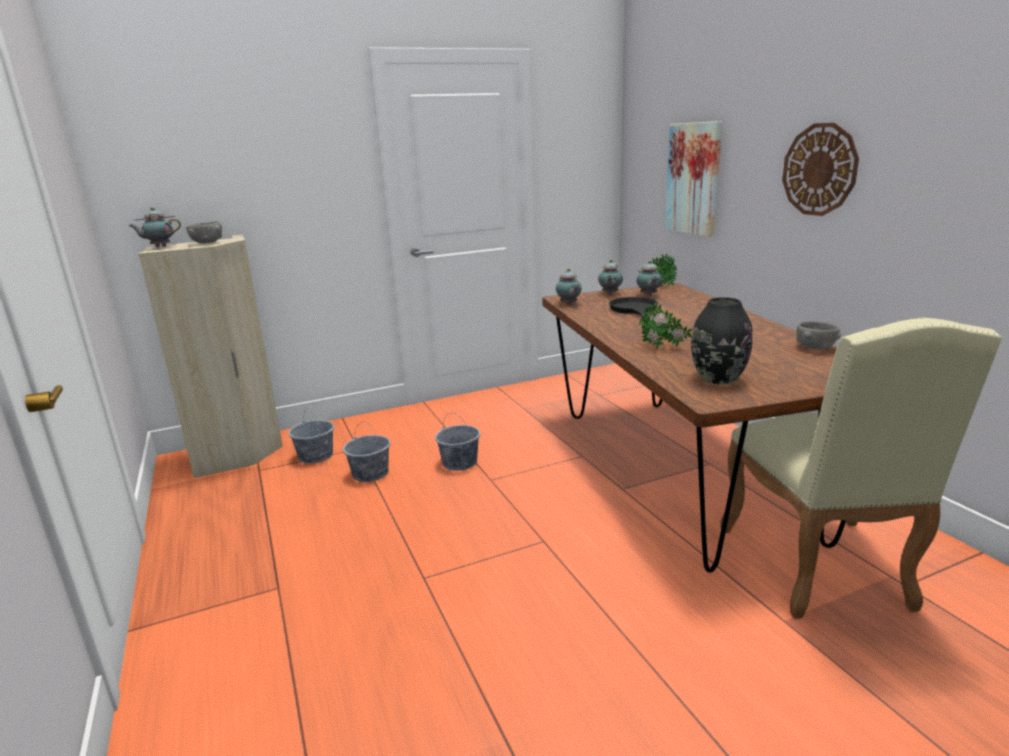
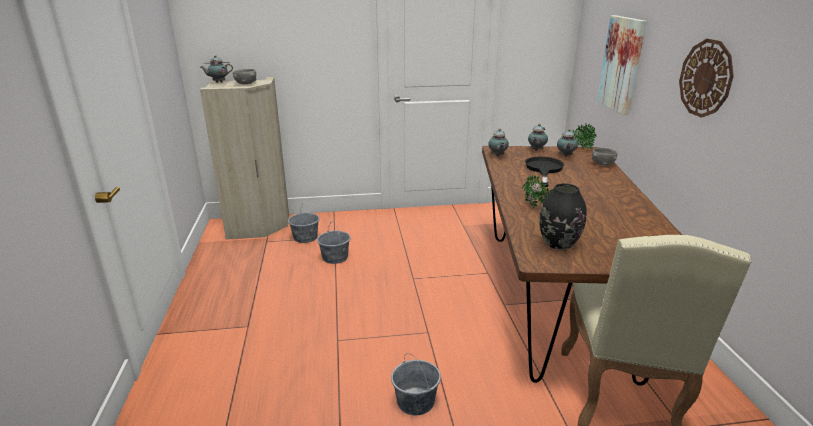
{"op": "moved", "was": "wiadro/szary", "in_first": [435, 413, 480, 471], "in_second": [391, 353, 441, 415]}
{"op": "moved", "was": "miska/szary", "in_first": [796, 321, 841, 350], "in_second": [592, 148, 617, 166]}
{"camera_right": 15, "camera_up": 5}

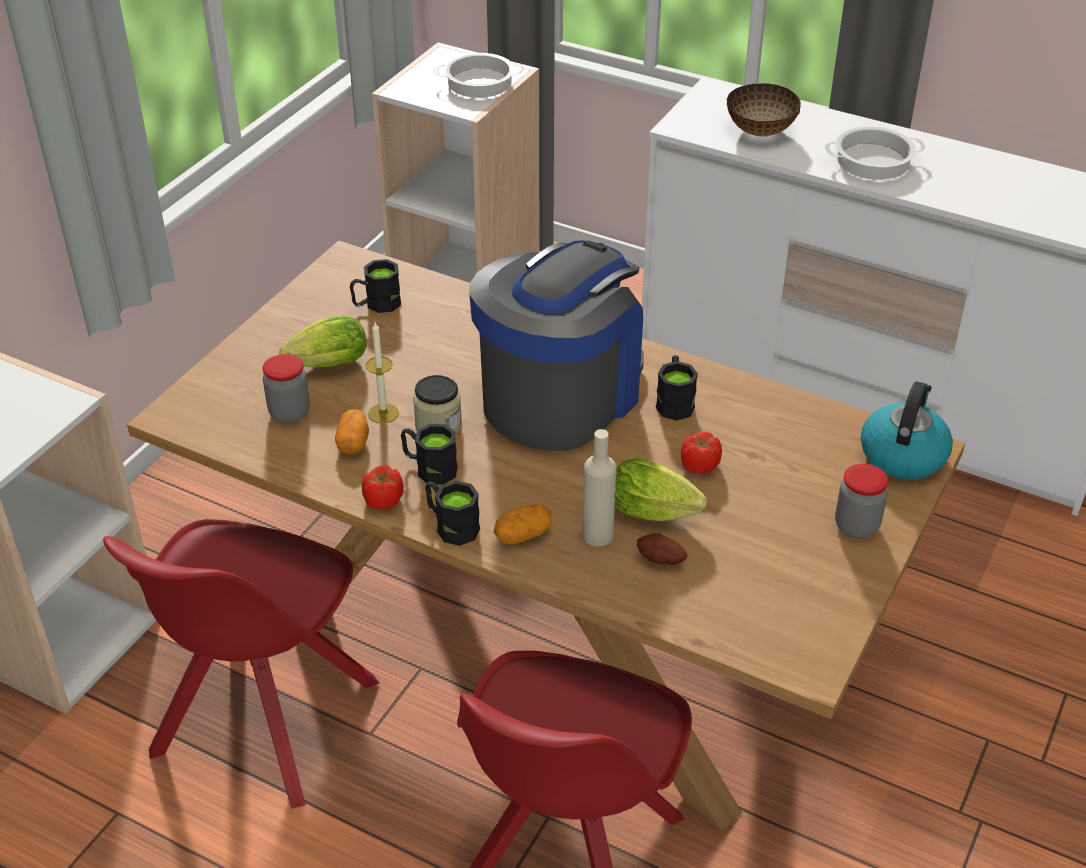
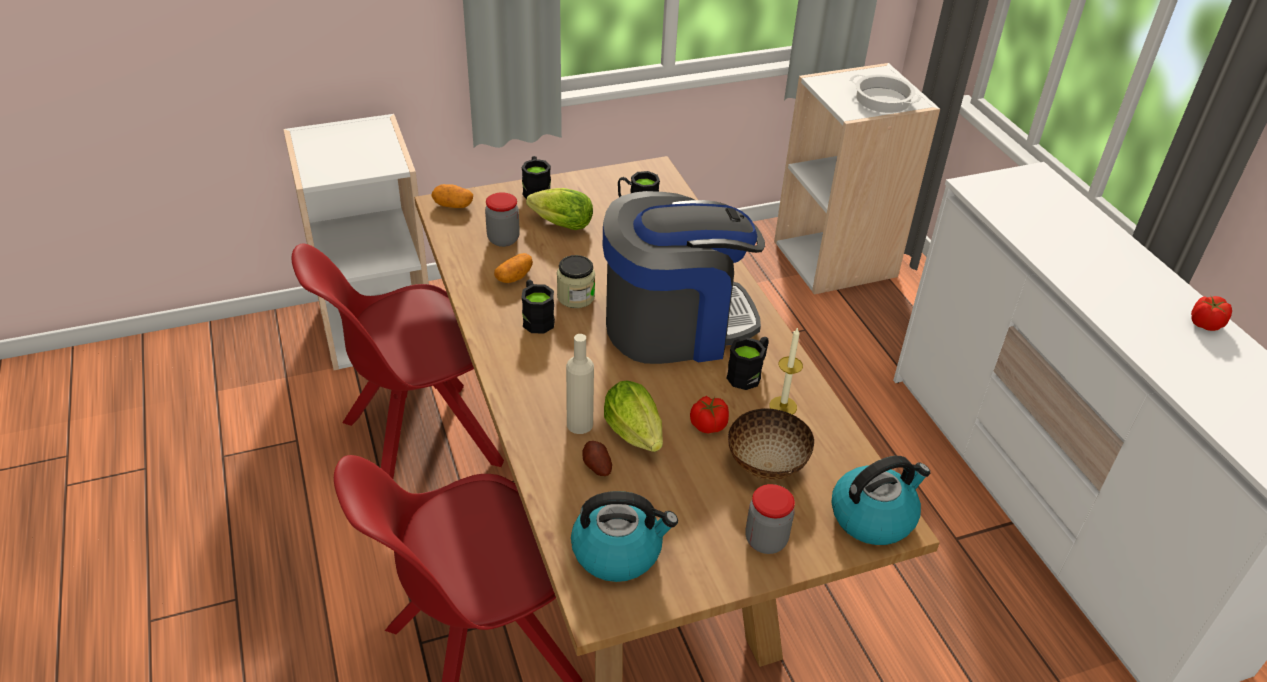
{"op": "moved", "was": "ziemniak", "in_first": [494, 504, 552, 544], "in_second": [431, 184, 473, 208]}
{"op": "moved", "was": "kubek/czarny", "in_first": [425, 481, 480, 546], "in_second": [521, 156, 551, 199]}
{"op": "added", "now": "czajnik", "in_second": [571, 491, 678, 582]}
{"op": "moved", "was": "miska", "in_first": [727, 83, 801, 137], "in_second": [728, 408, 814, 480]}
{"op": "moved", "was": "świeca", "in_first": [366, 323, 399, 424], "in_second": [769, 327, 803, 415]}
{"op": "moved", "was": "pomidor", "in_first": [362, 465, 404, 510], "in_second": [1191, 296, 1232, 331]}
{"op": "removed", "was": "garnek", "in_first": [824, 126, 925, 180]}
{"camera_right": 40, "camera_up": 0}

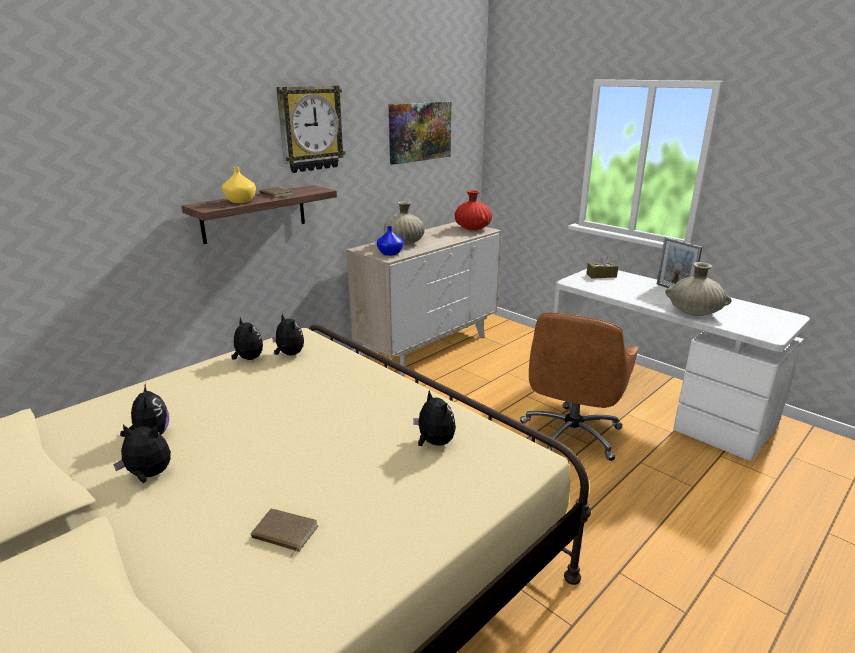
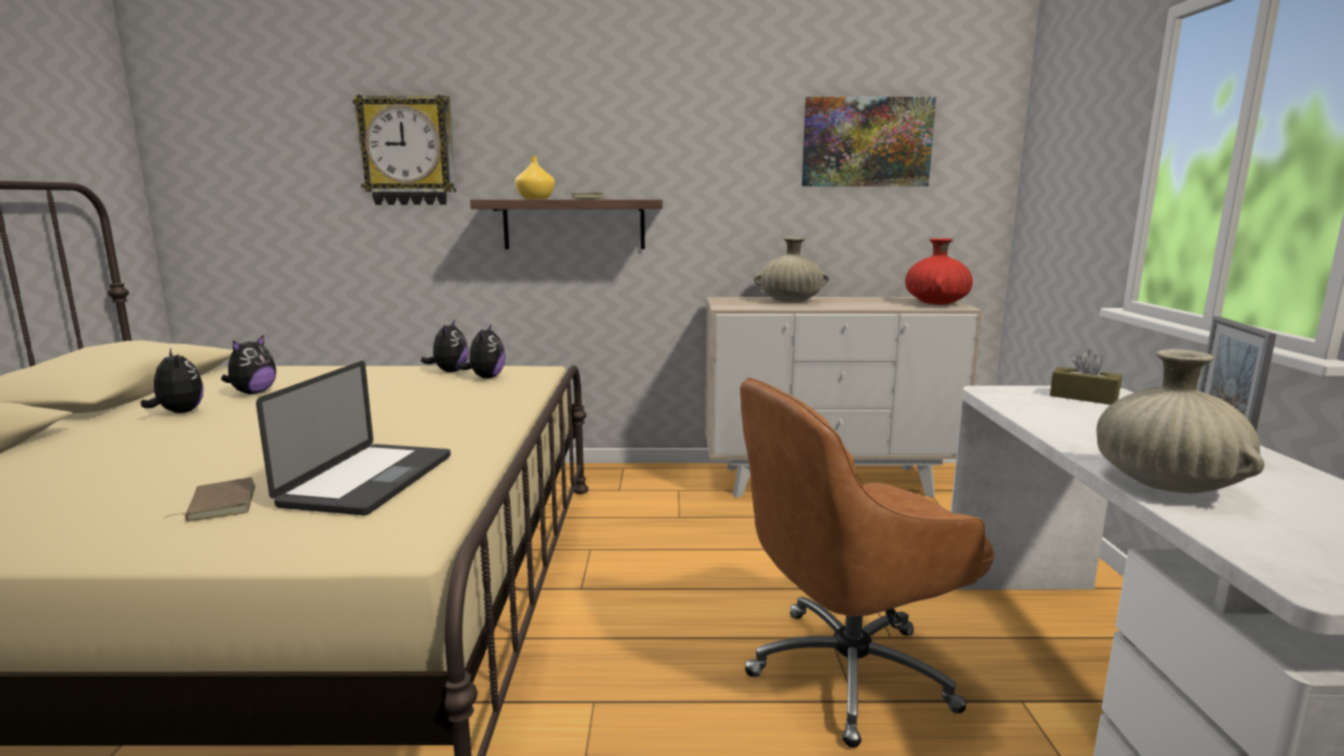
{"op": "moved", "was": "książka/brązowy", "in_first": [251, 509, 318, 557], "in_second": [165, 477, 255, 522]}
{"op": "replaced", "was": "pluszak", "now": "laptop", "in_first": [413, 390, 456, 446], "in_second": [256, 361, 451, 515]}
{"op": "moved", "was": "zegar ścienny", "in_first": [276, 86, 345, 173], "in_second": [353, 95, 456, 205]}
{"op": "removed", "was": "wazon/niebieski", "in_first": [377, 226, 403, 256]}
{"camera_right": 45, "camera_up": -10}

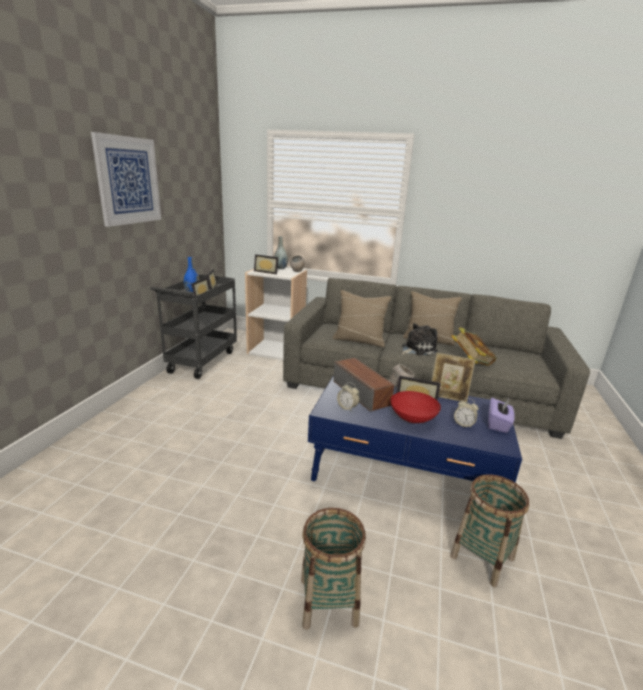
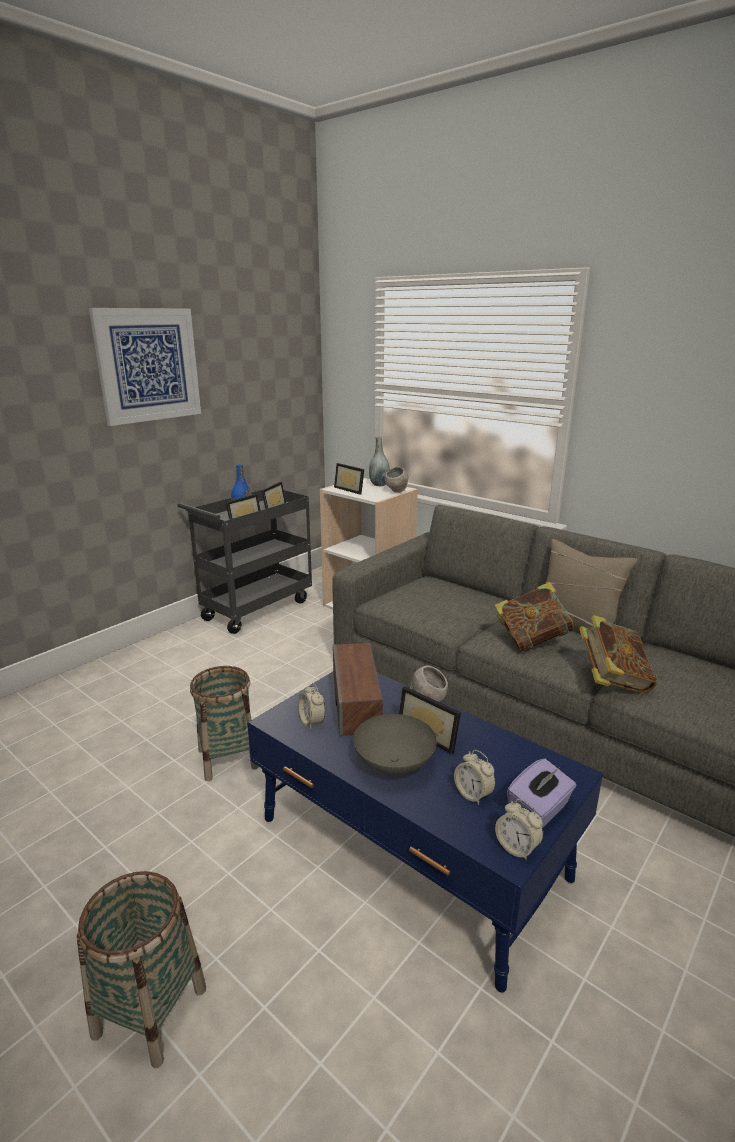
{"op": "moved", "was": "koszyk", "in_first": [450, 474, 529, 587], "in_second": [190, 666, 259, 781]}
{"op": "recoloured", "was": "miska/czerwony", "now": "miska/szary", "in_first": [390, 391, 441, 423], "in_second": [353, 714, 437, 775]}
{"op": "replaced", "was": "pluszak", "now": "książka", "in_first": [401, 323, 438, 355], "in_second": [494, 582, 577, 652]}
{"op": "added", "now": "budzik", "in_second": [495, 799, 543, 861]}
{"op": "removed", "was": "poduszka/beżowy", "in_first": [333, 290, 391, 347]}
{"op": "removed", "was": "ramka na zdjęcie", "in_first": [432, 353, 475, 403]}
{"camera_right": 25, "camera_up": 0}

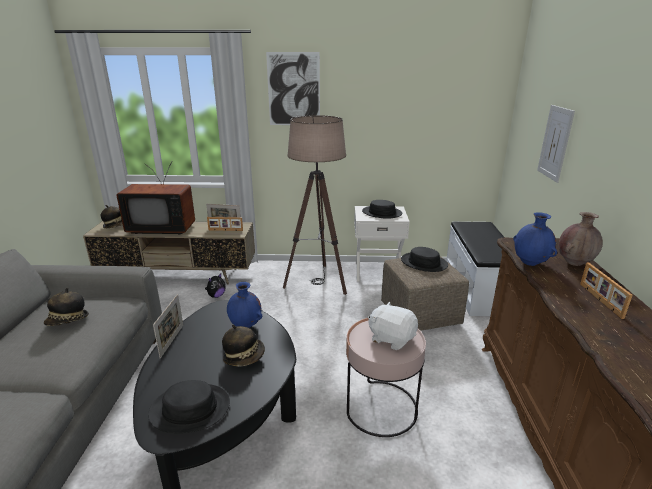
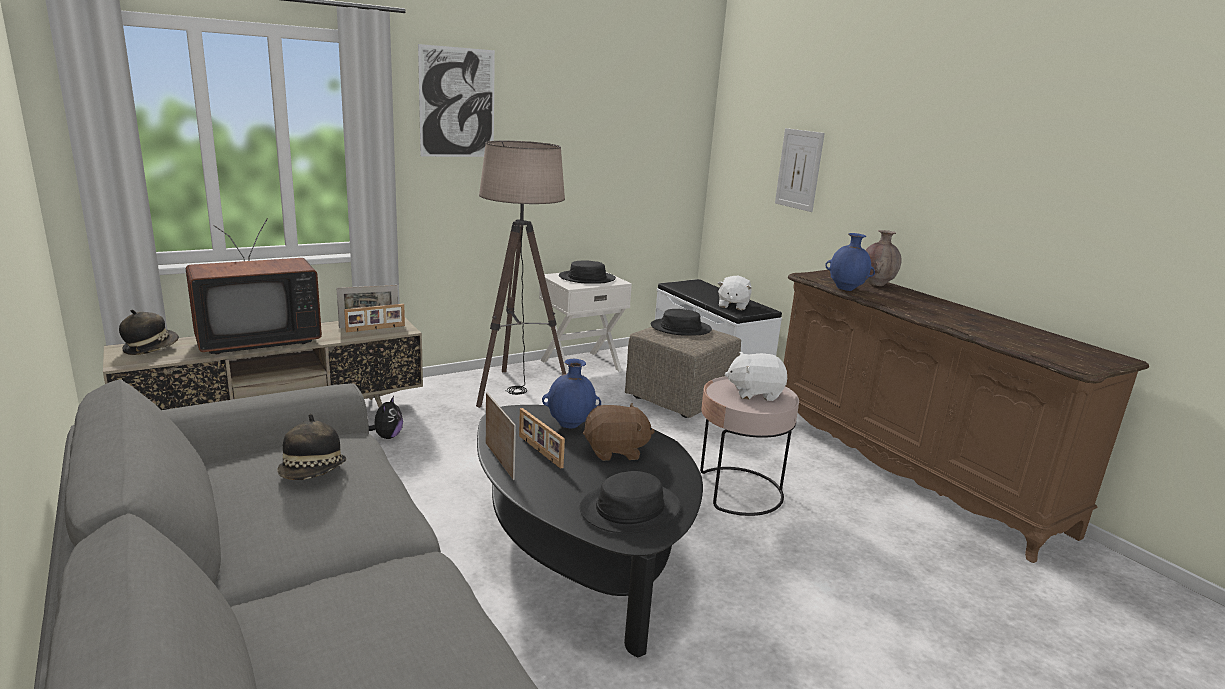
{"op": "moved", "was": "ramka na zdjęcie", "in_first": [580, 262, 633, 319], "in_second": [519, 408, 565, 469]}
{"op": "replaced", "was": "kapelusz", "now": "pluszak/brązowy", "in_first": [222, 325, 265, 367], "in_second": [583, 403, 655, 461]}
{"op": "added", "now": "pluszak/biały", "in_second": [718, 276, 752, 310]}
{"camera_right": -35, "camera_up": -5}

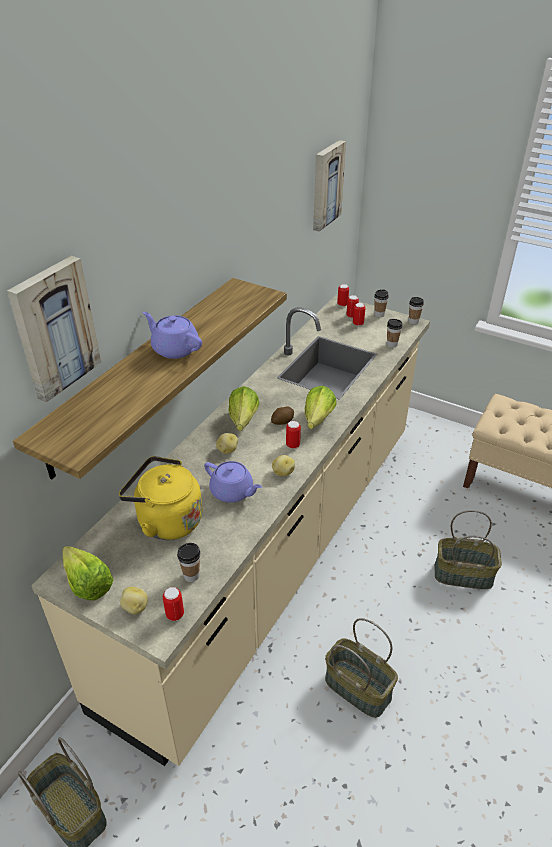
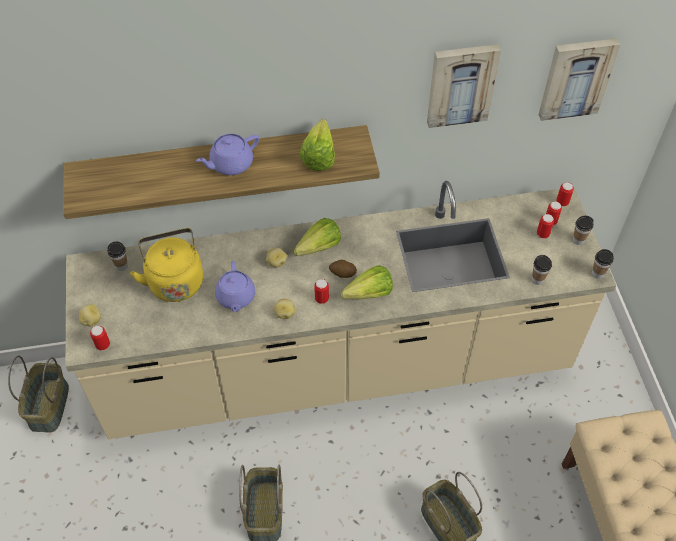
{"op": "moved", "was": "filiżanka", "in_first": [177, 543, 200, 582], "in_second": [107, 241, 128, 271]}
{"op": "turned", "was": "imbryk/fioletowy", "in_first": [143, 312, 202, 359], "in_second": [196, 134, 259, 175], "clockwise": -120}
{"op": "moved", "was": "sałata", "in_first": [62, 546, 114, 601], "in_second": [299, 119, 335, 171]}
{"op": "moved", "was": "obraz", "in_first": [7, 256, 101, 403], "in_second": [427, 44, 501, 128]}
{"camera_right": 50, "camera_up": 15}

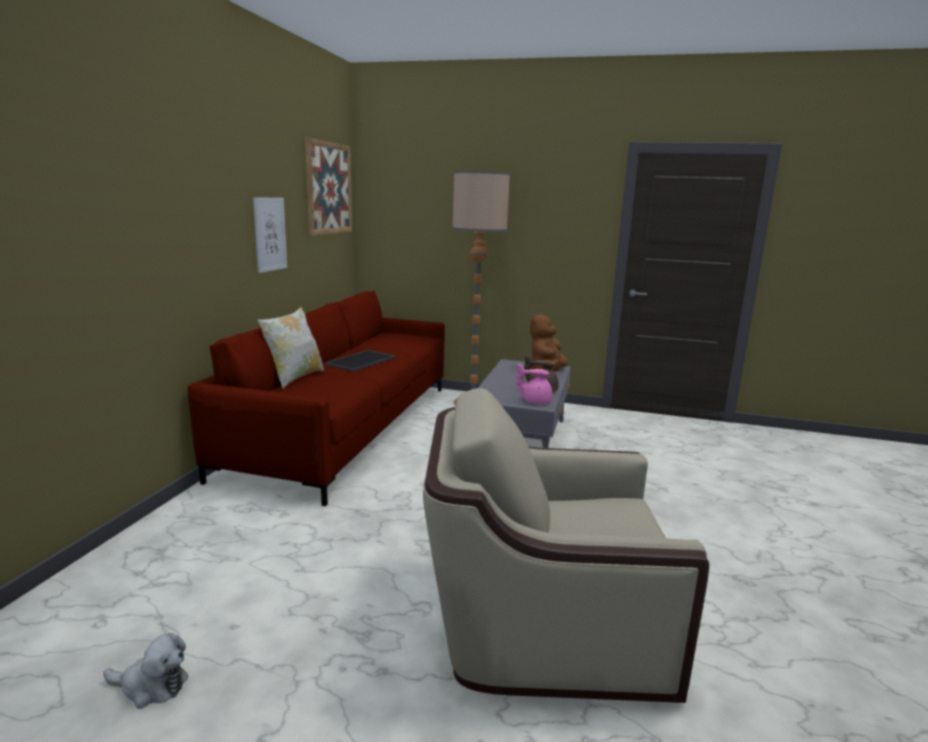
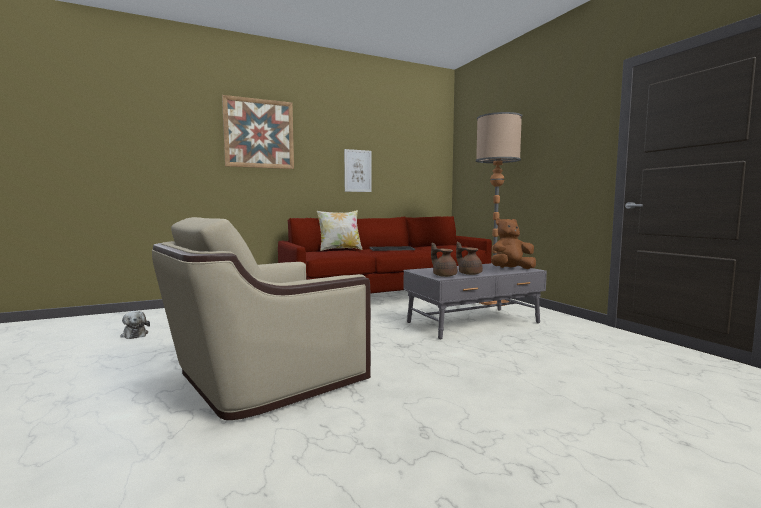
{"op": "turned", "was": "fotel/beżowy", "in_first": [423, 388, 709, 703], "in_second": [152, 217, 371, 420], "clockwise": -90}
{"op": "moved", "was": "obraz", "in_first": [304, 138, 352, 236], "in_second": [222, 95, 294, 169]}
{"op": "recoloured", "was": "imbryk/różowy", "now": "imbryk/brązowy", "in_first": [516, 363, 553, 404], "in_second": [431, 243, 457, 277]}
{"camera_right": 50, "camera_up": -10}

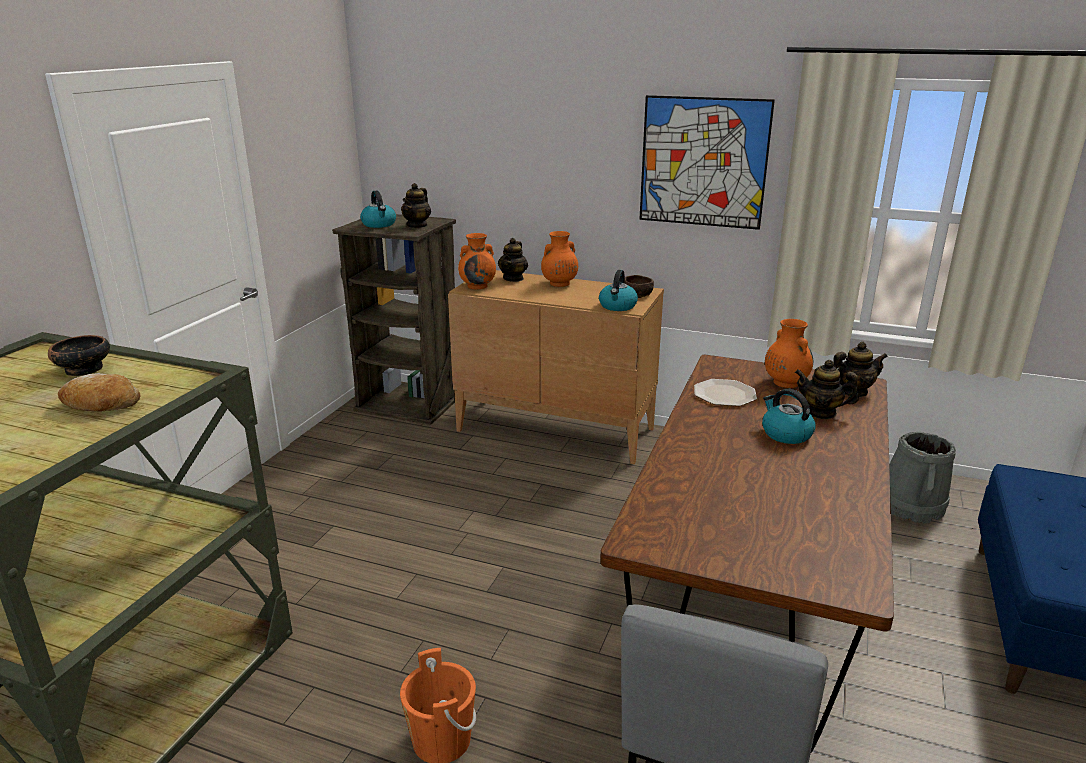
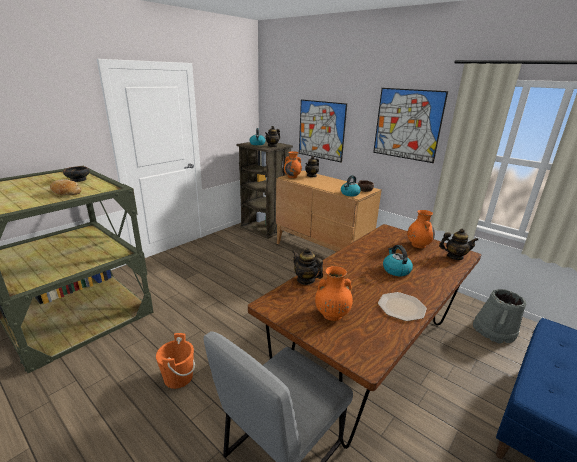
{"op": "moved", "was": "imbryk", "in_first": [795, 360, 859, 419], "in_second": [292, 248, 323, 285]}
{"op": "added", "now": "obraz", "in_second": [299, 99, 347, 163]}
{"op": "moved", "was": "wazon/pomarańczowy", "in_first": [541, 231, 578, 287], "in_second": [315, 266, 353, 321]}
{"op": "moved", "was": "talerz", "in_first": [694, 379, 757, 406], "in_second": [378, 292, 427, 321]}
{"camera_right": 20, "camera_up": 0}

